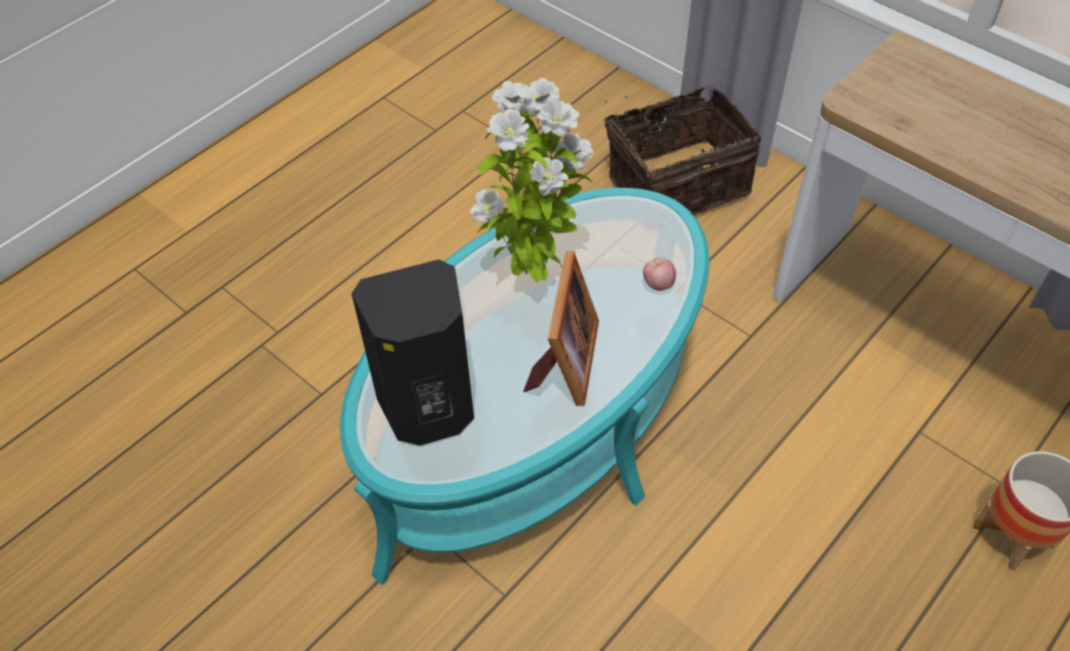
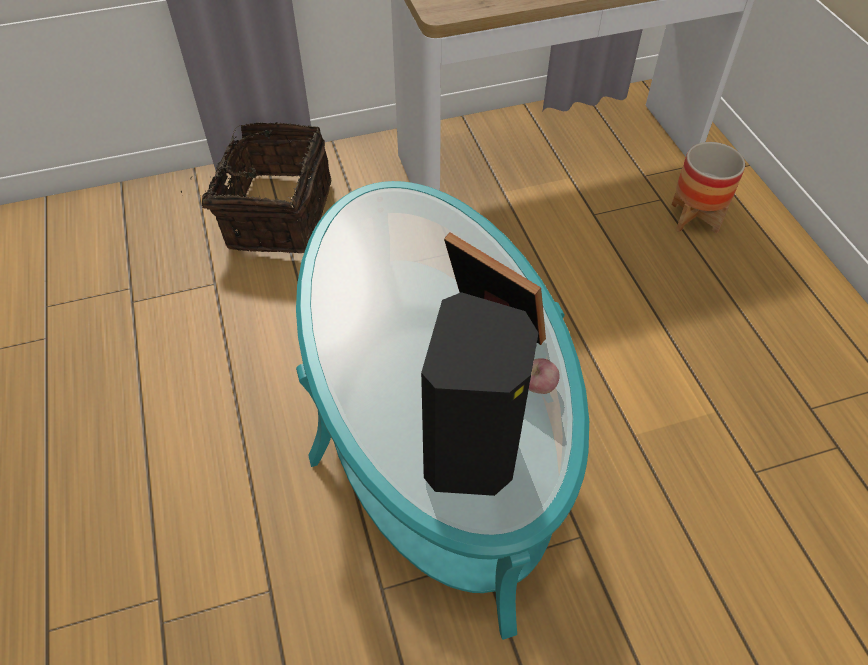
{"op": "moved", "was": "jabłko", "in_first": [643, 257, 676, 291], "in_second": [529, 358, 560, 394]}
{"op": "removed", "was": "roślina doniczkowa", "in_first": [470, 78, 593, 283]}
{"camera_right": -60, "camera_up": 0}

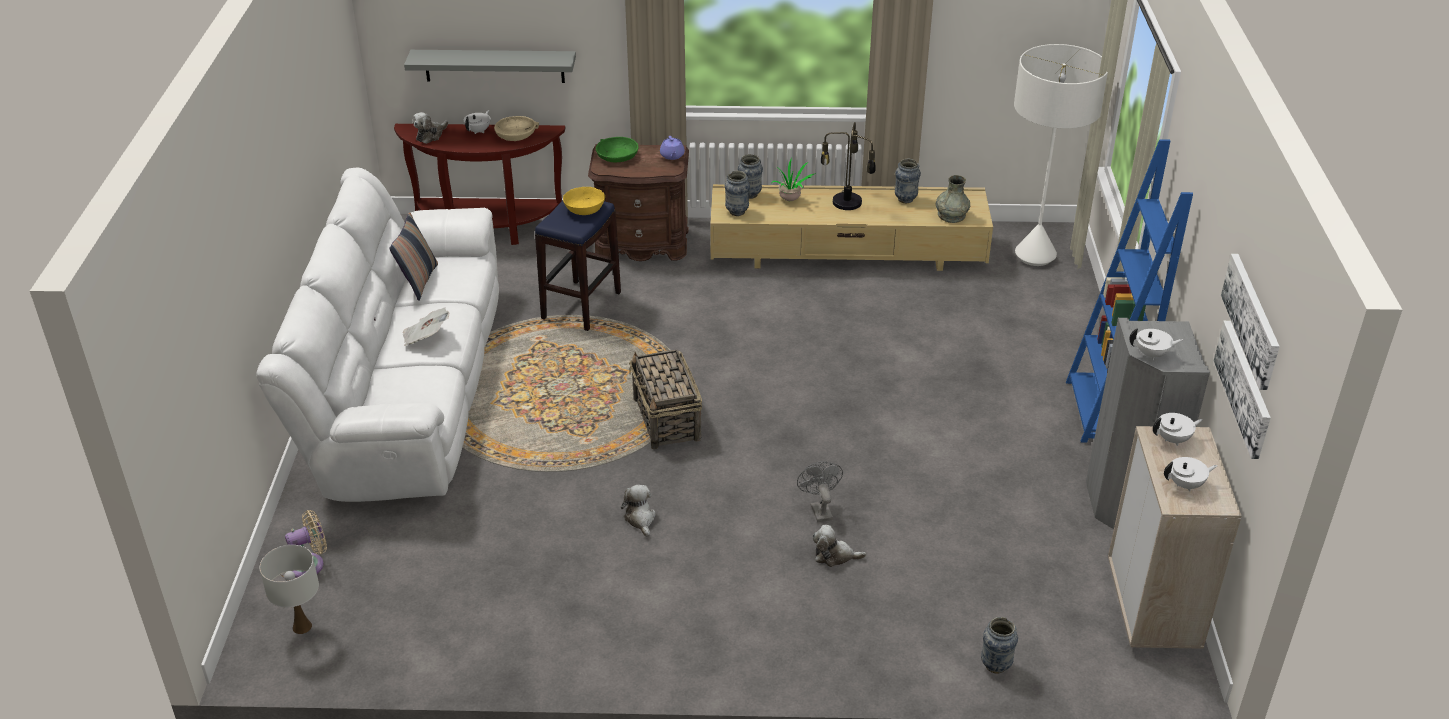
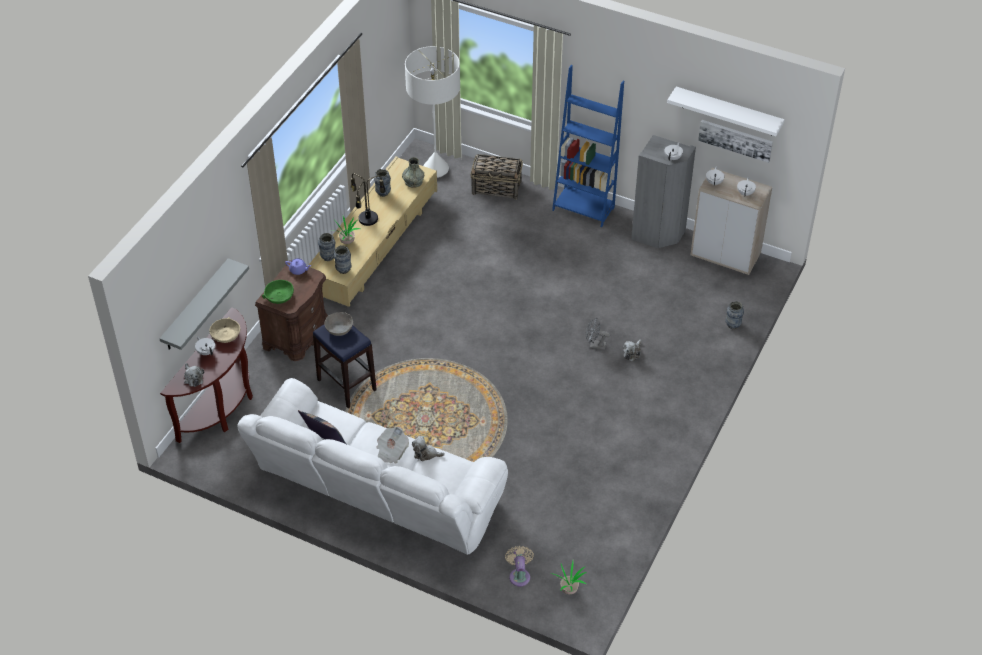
{"op": "recoloured", "was": "miska/żółty", "now": "miska/szary", "in_first": [563, 187, 605, 215], "in_second": [324, 312, 353, 336]}
{"op": "moved", "was": "pluszak", "in_first": [621, 485, 656, 537], "in_second": [412, 436, 445, 461]}
{"op": "moved", "was": "koszyk", "in_first": [629, 349, 702, 449], "in_second": [471, 154, 523, 200]}
{"op": "replaced", "was": "lampa stołowa/biały", "now": "roślina doniczkowa", "in_first": [260, 545, 319, 634], "in_second": [551, 561, 587, 595]}
{"op": "replaced", "was": "obraz", "now": "półka/biały", "in_first": [1221, 254, 1280, 390], "in_second": [667, 87, 784, 136]}
{"camera_right": -65, "camera_up": 10}

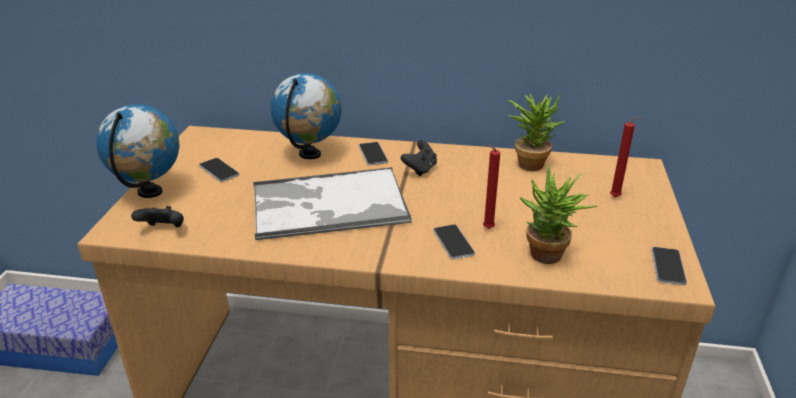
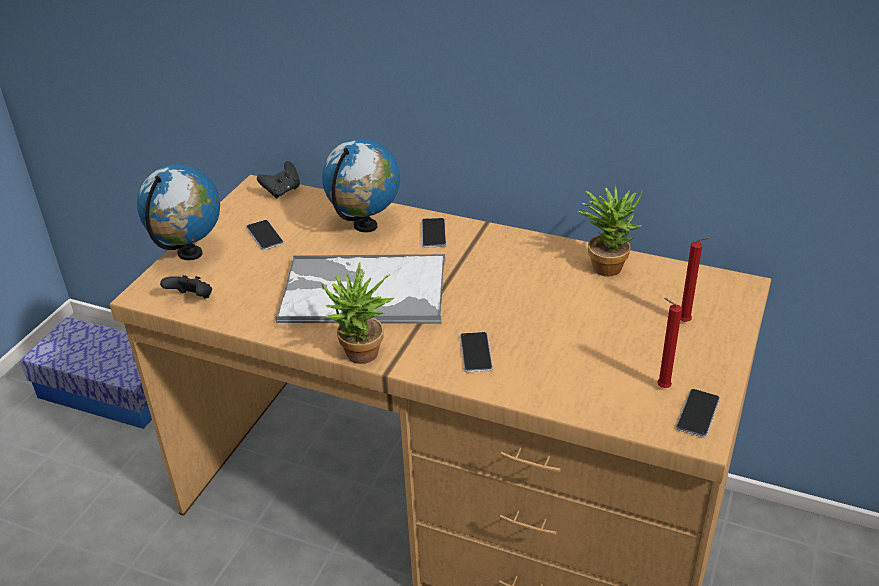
{"op": "moved", "was": "pad do gier/czarny", "in_first": [401, 140, 437, 176], "in_second": [257, 161, 300, 198]}
{"op": "moved", "was": "roślina doniczkowa", "in_first": [520, 165, 597, 264], "in_second": [322, 262, 394, 364]}
{"op": "moved", "was": "świeca/czerwony", "in_first": [483, 144, 500, 229], "in_second": [657, 298, 682, 388]}
{"camera_right": 15, "camera_up": 5}

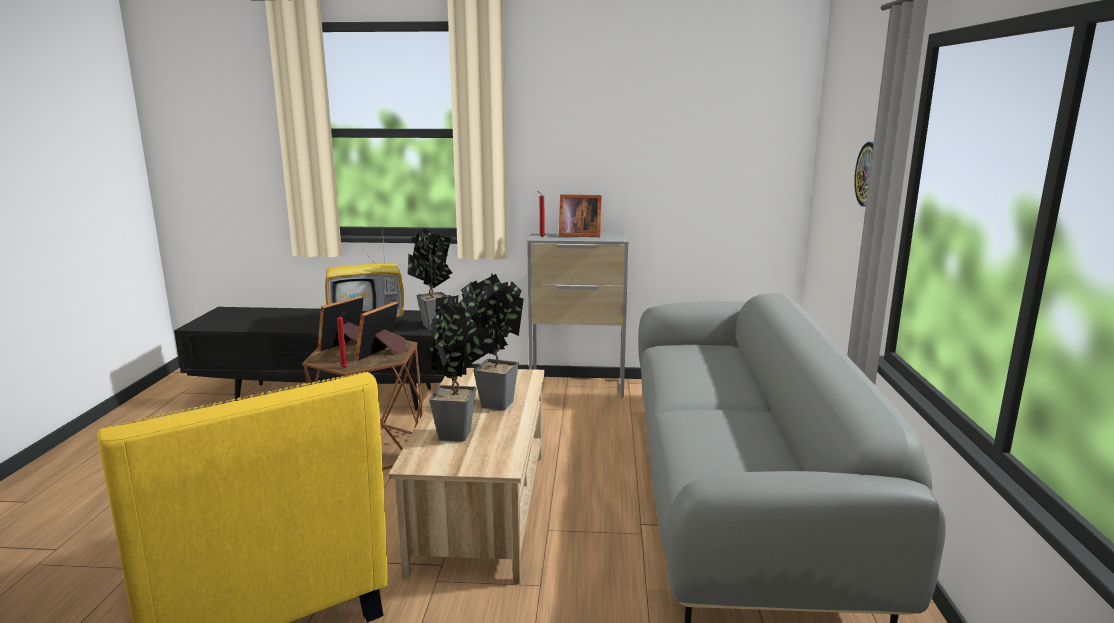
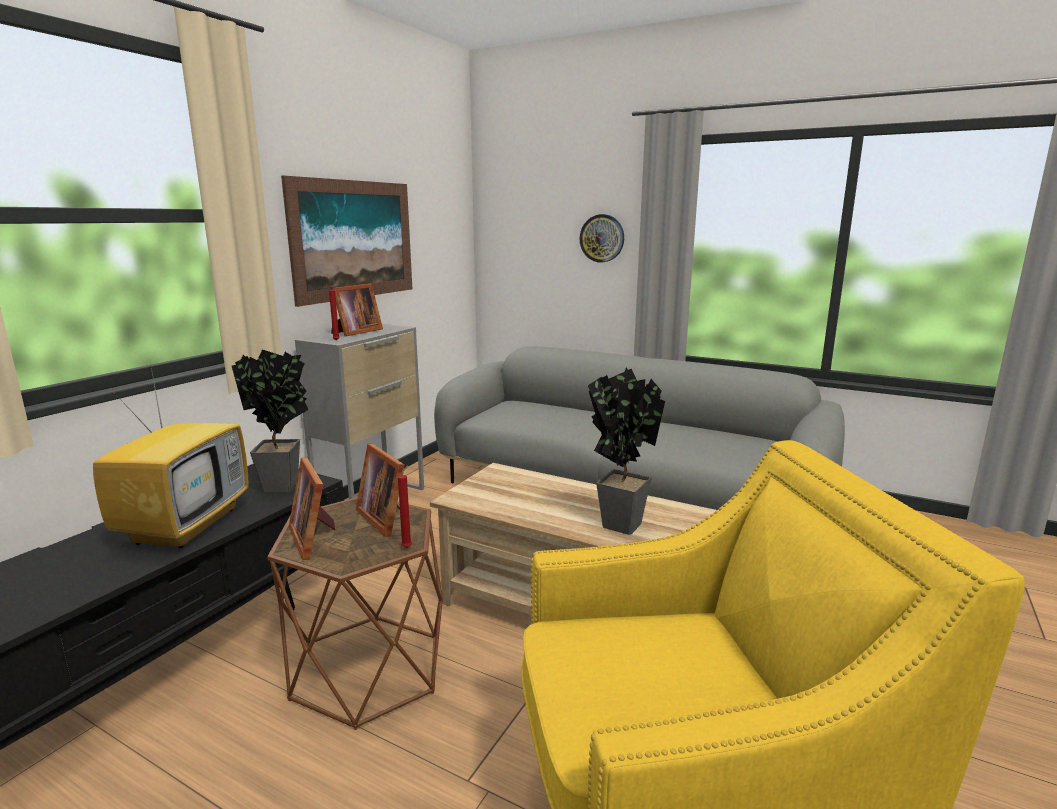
{"op": "added", "now": "obraz", "in_second": [281, 176, 412, 307]}
{"op": "removed", "was": "roślina doniczkowa", "in_first": [461, 274, 524, 411]}
{"camera_right": -65, "camera_up": 0}

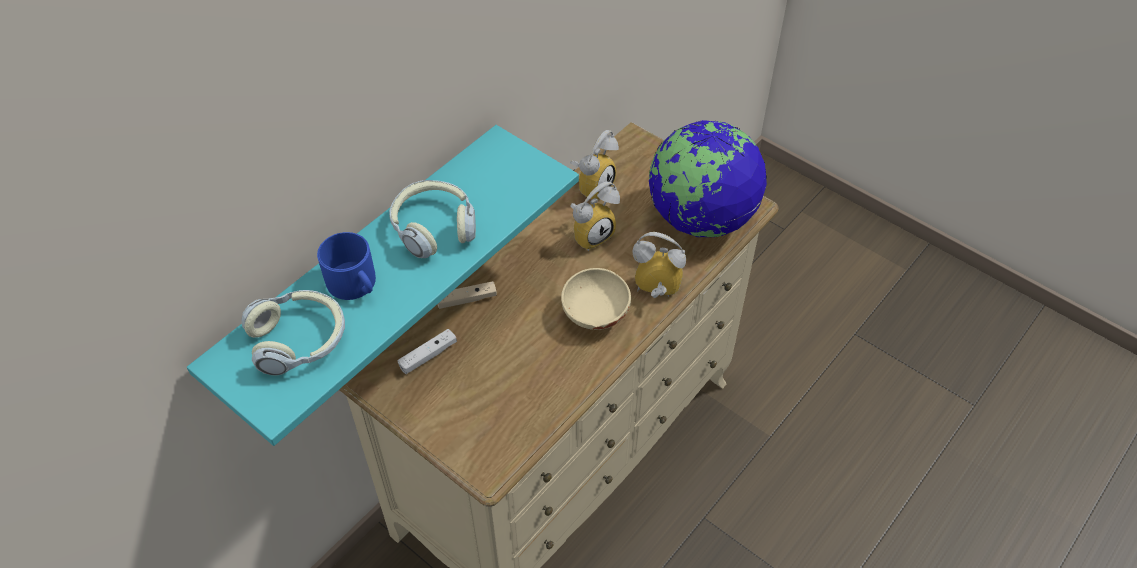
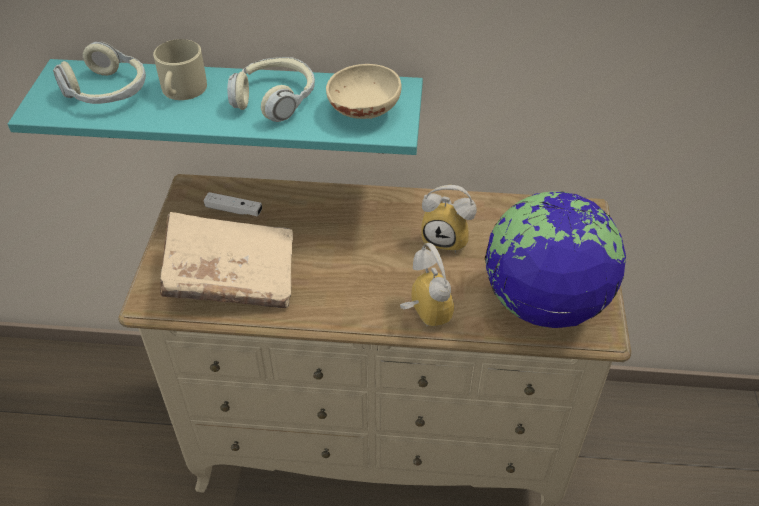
{"op": "recoloured", "was": "kubek/niebieski", "now": "kubek/beżowy", "in_first": [317, 232, 376, 300], "in_second": [153, 39, 207, 100]}
{"op": "added", "now": "książka/beżowy", "in_second": [160, 212, 293, 308]}
{"op": "moved", "was": "miska/beżowy", "in_first": [561, 268, 631, 330], "in_second": [326, 64, 402, 119]}
{"op": "removed", "was": "pad do gier/beżowy", "in_first": [437, 281, 497, 309]}
{"op": "removed", "was": "budzik", "in_first": [570, 130, 619, 199]}
{"camera_right": 55, "camera_up": -5}

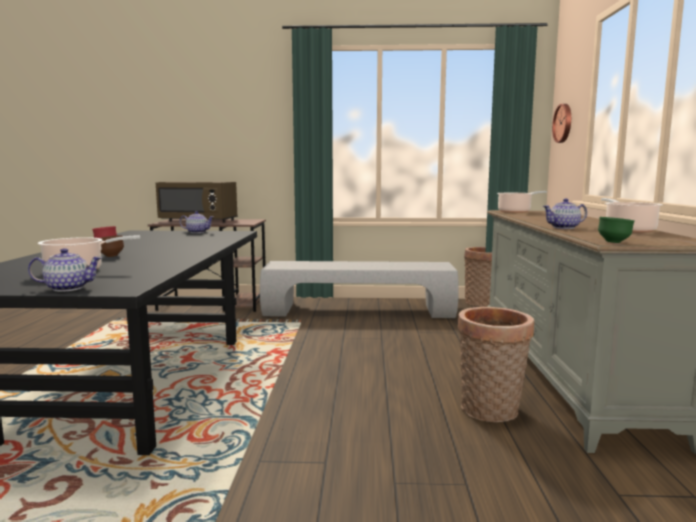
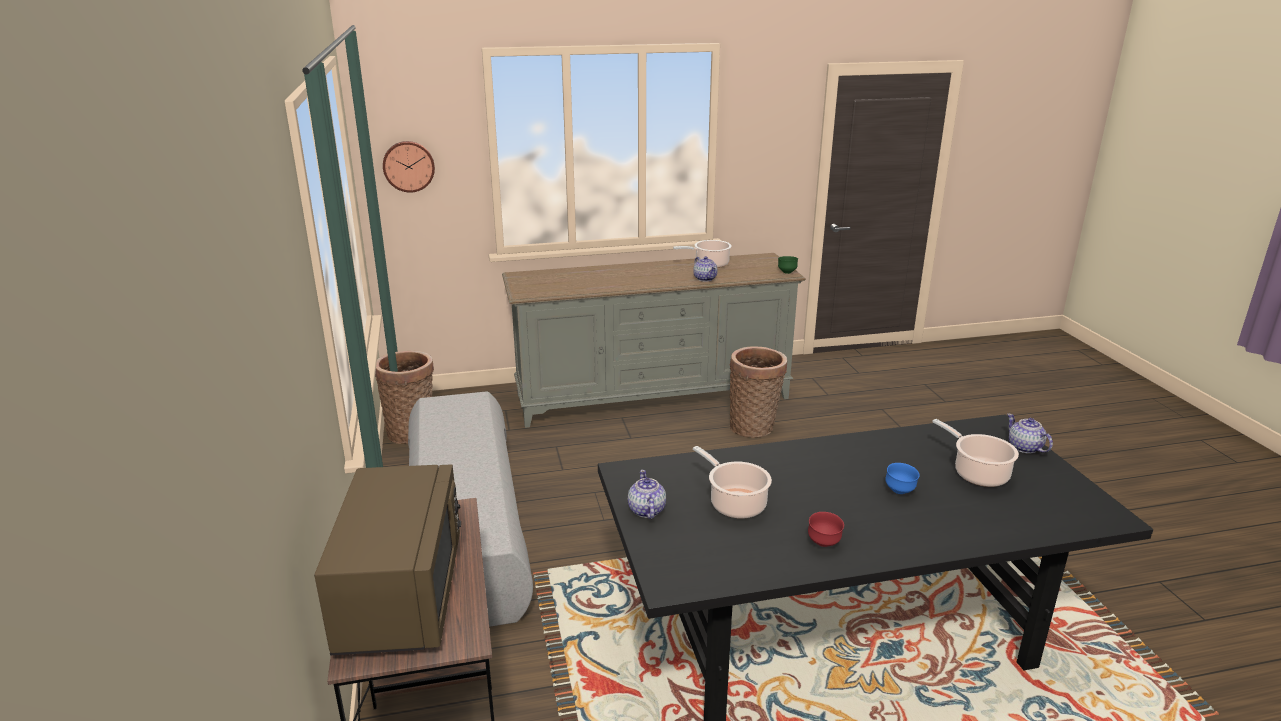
{"op": "moved", "was": "garnek", "in_first": [497, 191, 547, 213], "in_second": [693, 446, 772, 519]}
{"op": "recoloured", "was": "miska/brązowy", "now": "miska/niebieski", "in_first": [101, 235, 124, 257], "in_second": [885, 463, 920, 494]}
{"camera_right": -105, "camera_up": 15}

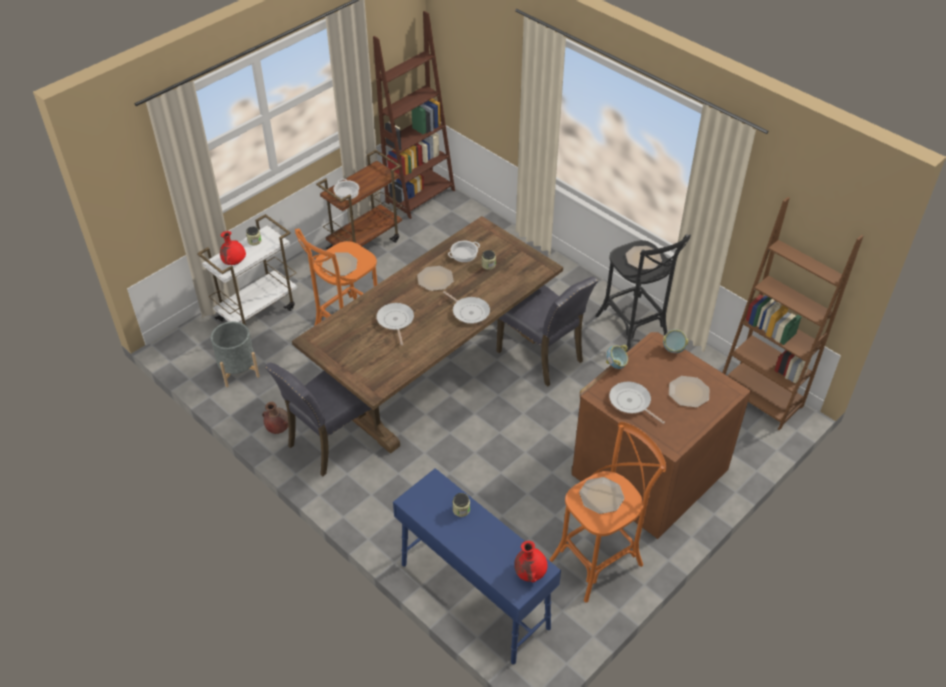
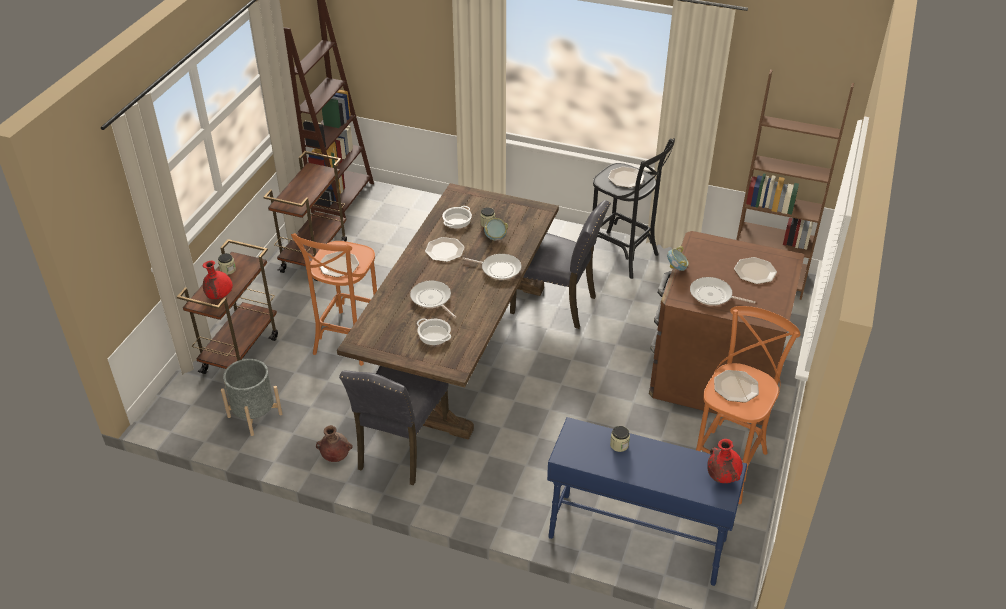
{"op": "recoloured", "was": "wózek/biały", "now": "wózek/brązowy", "in_first": [197, 214, 297, 325], "in_second": [177, 239, 278, 374]}
{"op": "moved", "was": "garnek", "in_first": [333, 179, 359, 200], "in_second": [417, 318, 452, 345]}
{"op": "moved", "was": "miska", "in_first": [663, 329, 688, 353], "in_second": [484, 218, 508, 241]}
{"camera_right": -25, "camera_up": -5}

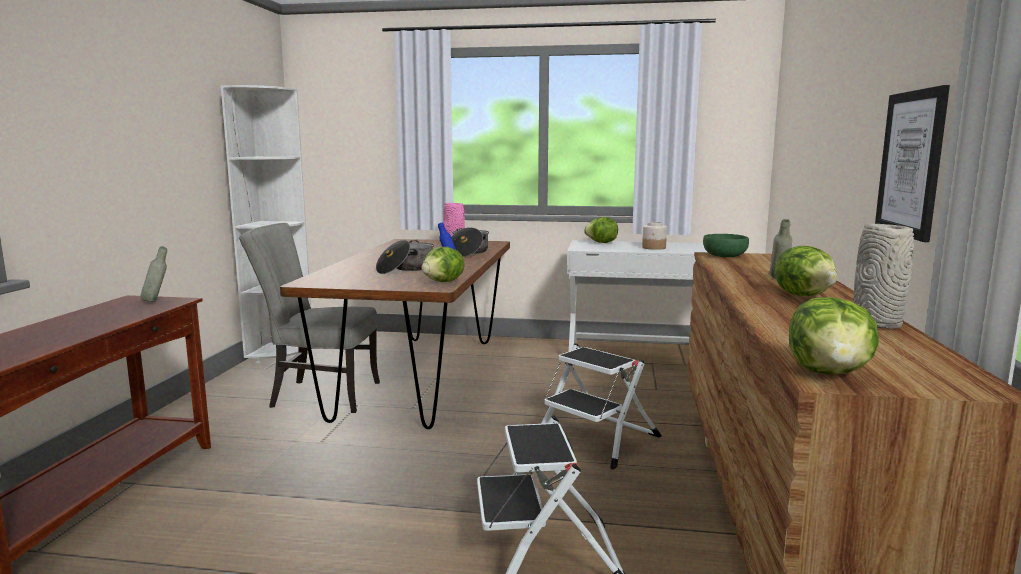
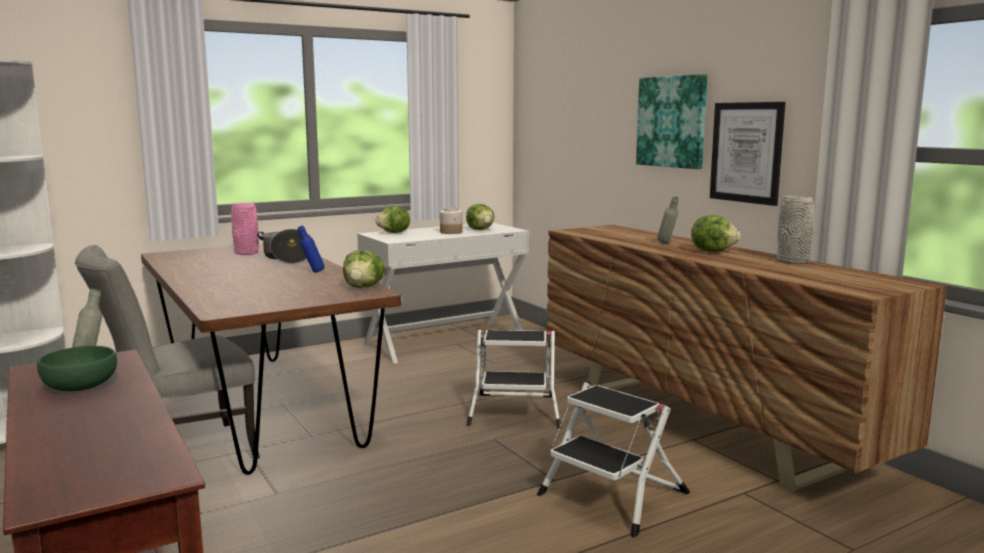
{"op": "moved", "was": "miska/zielony", "in_first": [703, 234, 749, 257], "in_second": [37, 346, 117, 391]}
{"op": "moved", "was": "sałata", "in_first": [789, 297, 879, 375], "in_second": [466, 204, 494, 230]}
{"op": "added", "now": "obraz", "in_second": [636, 74, 707, 169]}
{"op": "removed", "was": "garnek", "in_first": [376, 240, 434, 274]}
{"camera_right": -40, "camera_up": 0}

